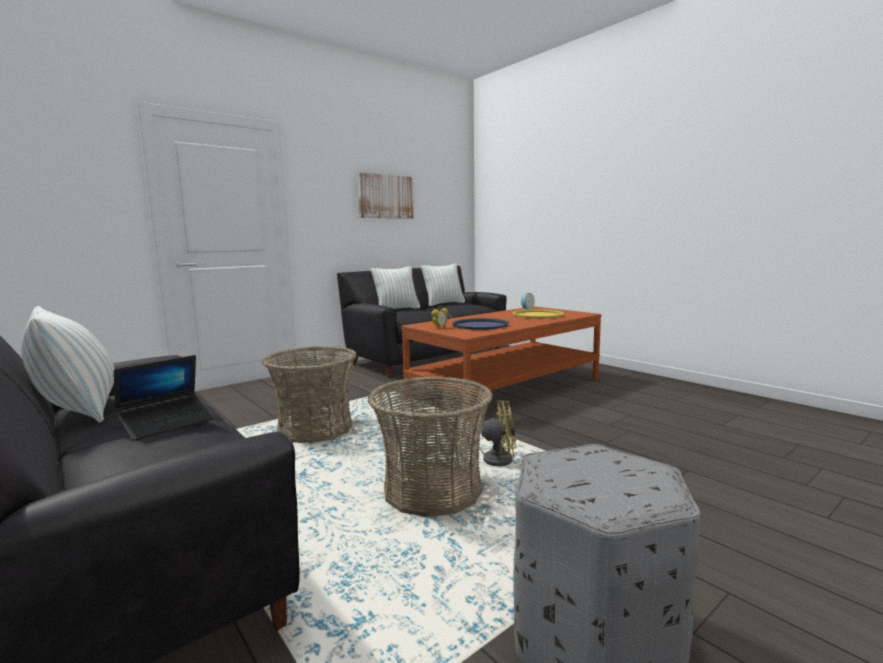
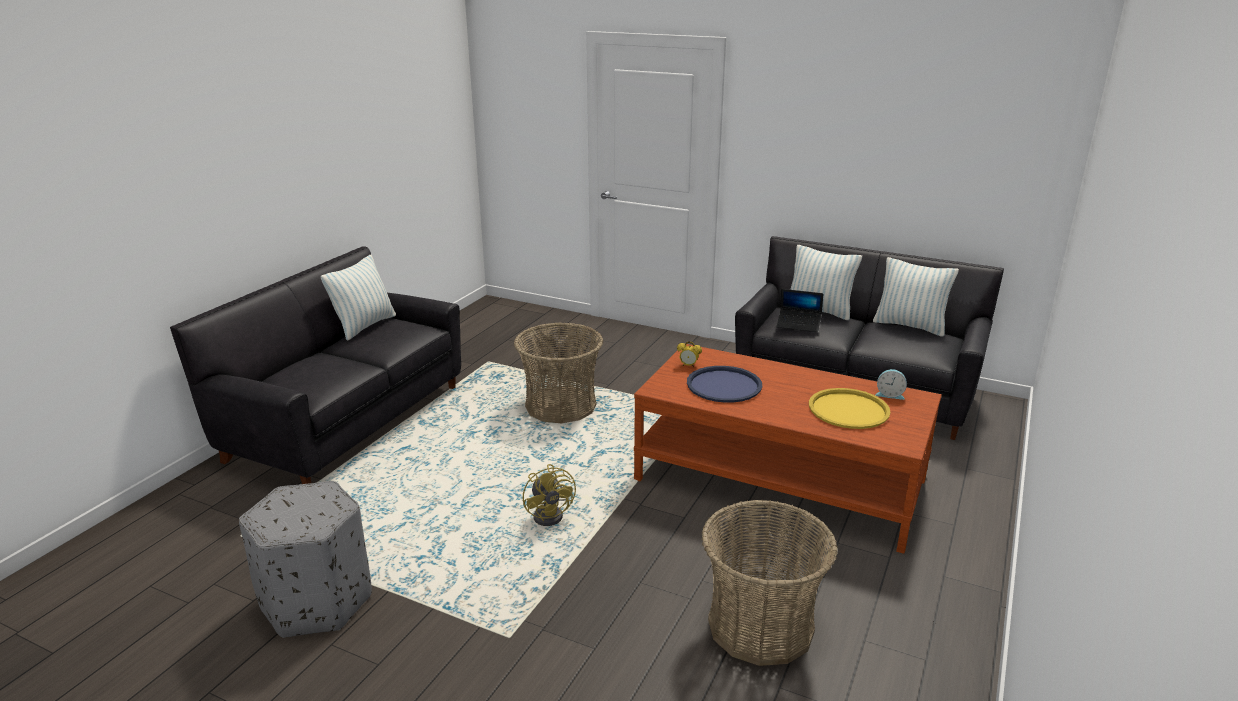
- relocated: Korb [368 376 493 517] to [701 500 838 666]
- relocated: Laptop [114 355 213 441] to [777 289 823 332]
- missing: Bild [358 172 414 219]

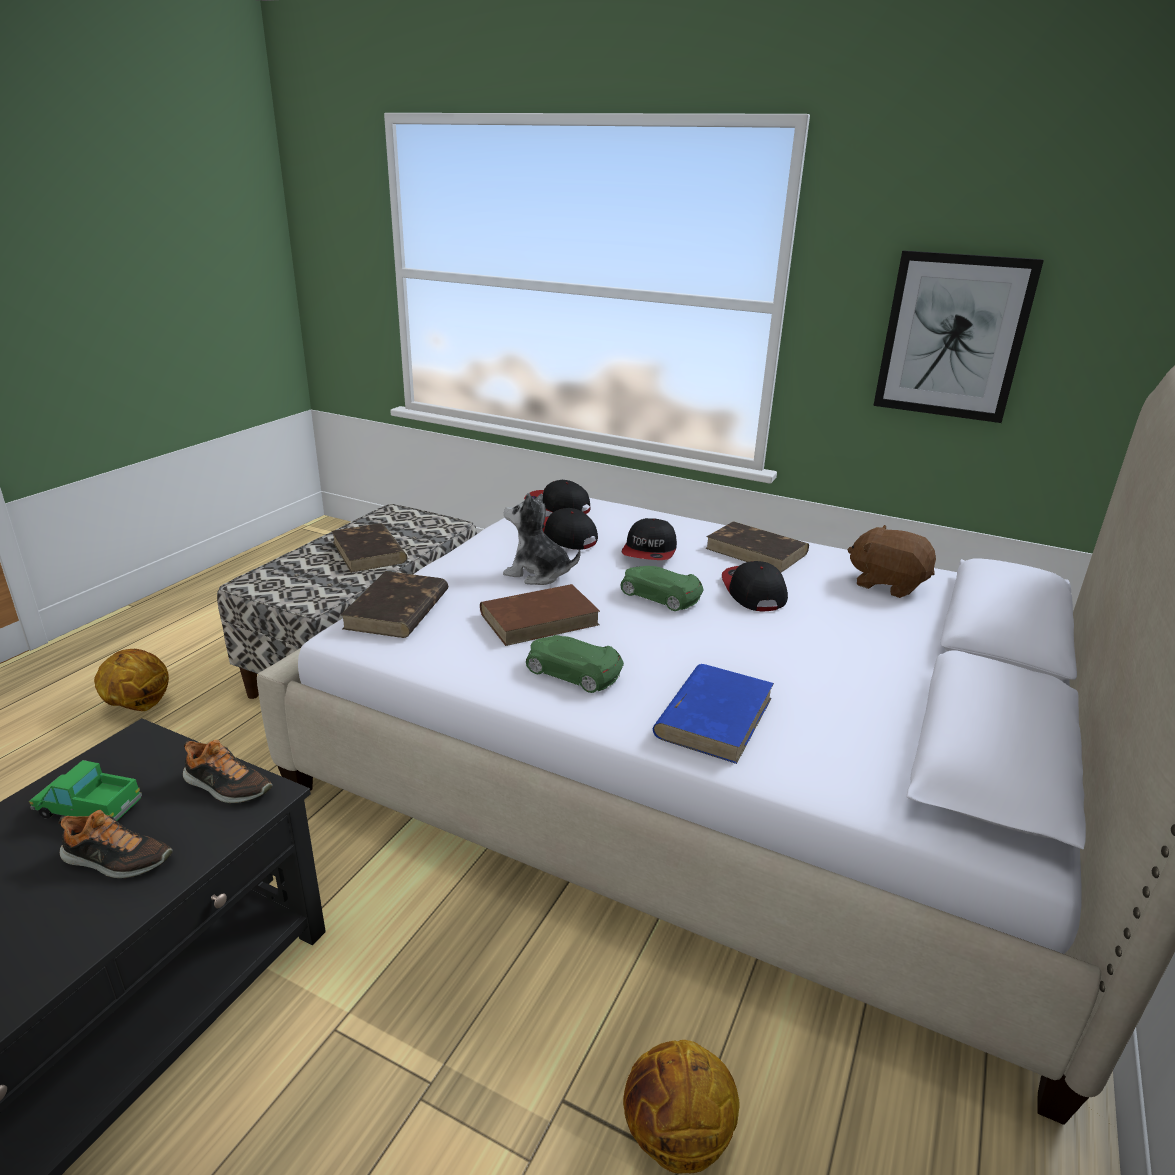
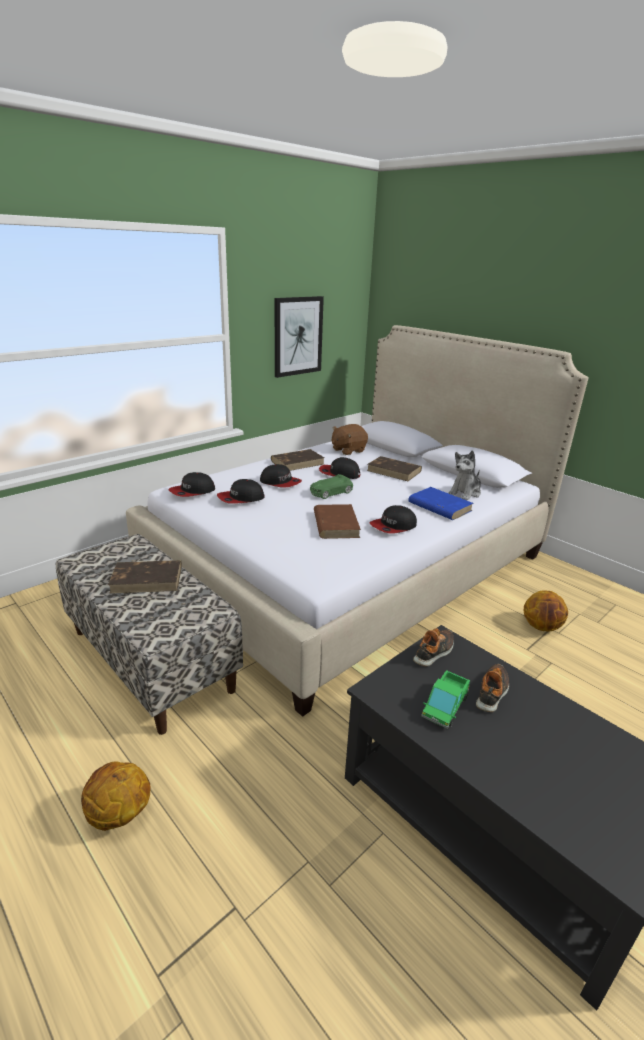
- relocated: Buch [braun] [341 571 448 638] to [367 456 422 481]
- exchanged: Spielzeugauto [grün] [526 635 624 693] to Kappe [370 505 417 534]
- relocated: Plüschtier [503 493 581 585] to [448 450 481 500]

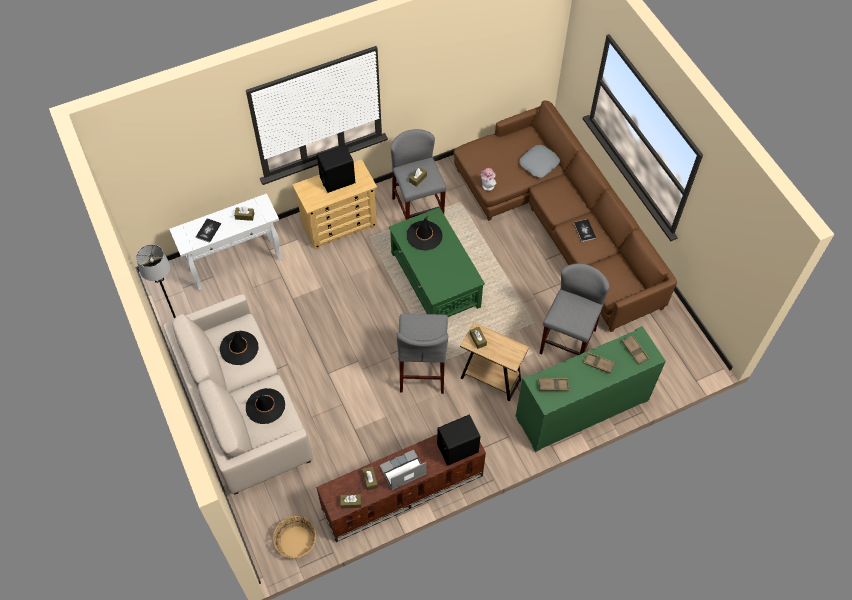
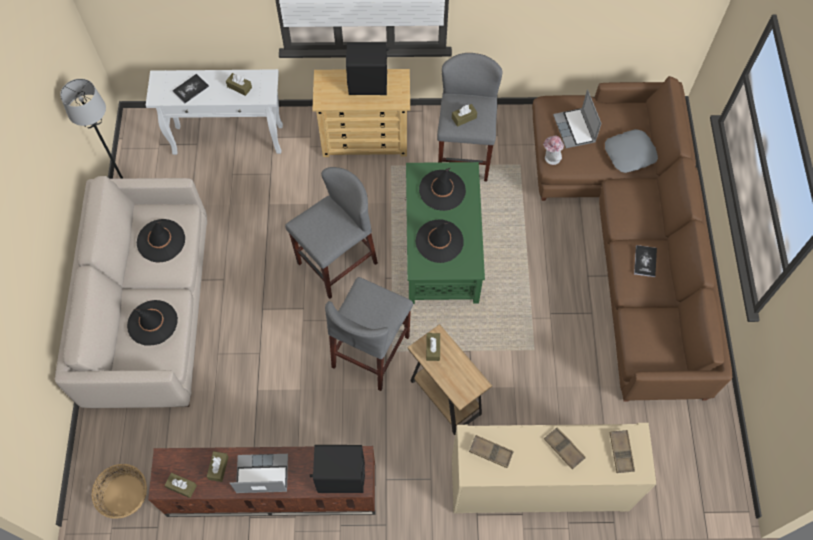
- relocated: Hocker [grau] [539 263 610 355] to [285 167 378 299]
- appeared: Hut [schwarz] [416 219 464 263]
- colour: Schrank [grün] [516 326 666 452] to Schrank [beige] [452 423 656 514]
- appeared: Laptop [553 90 602 148]

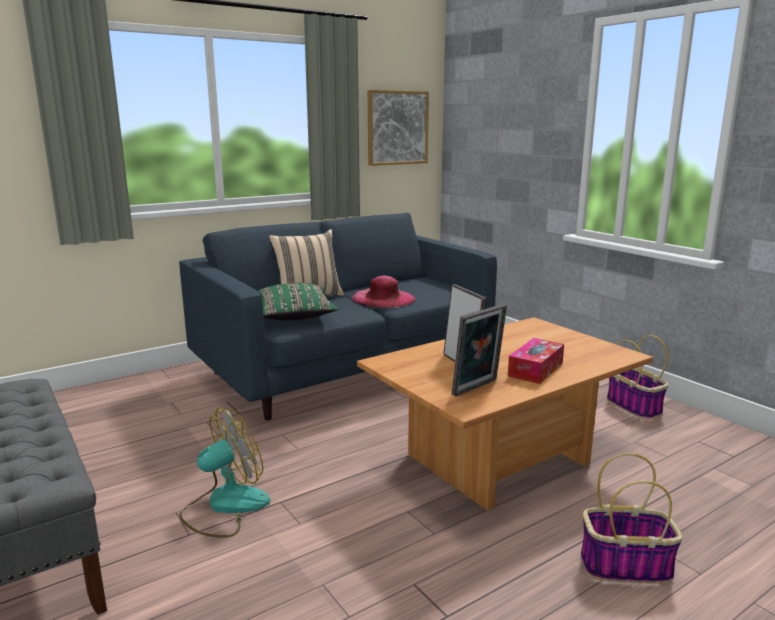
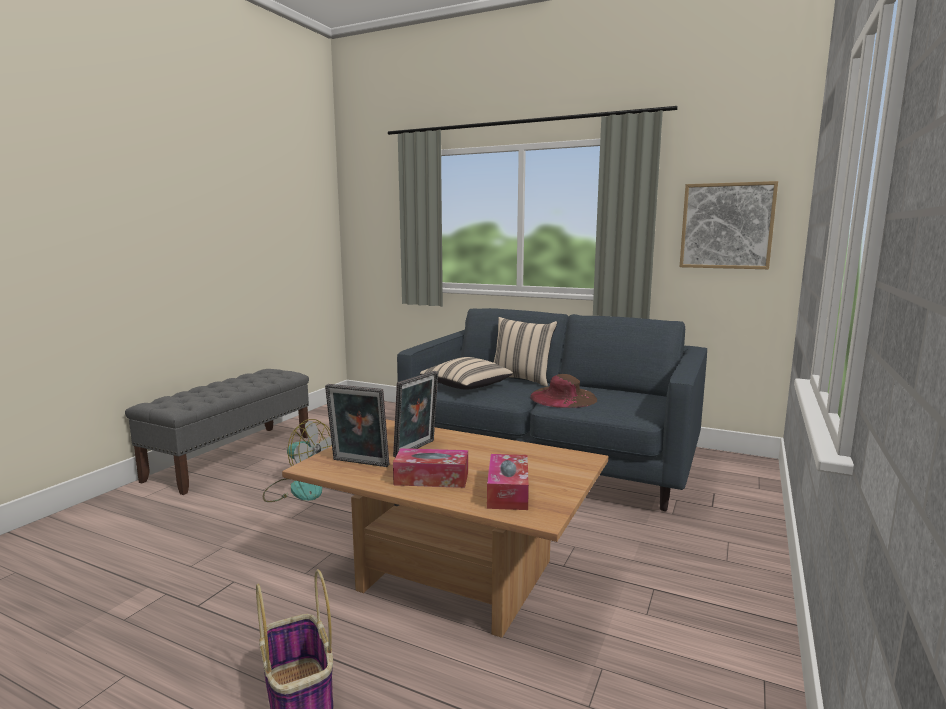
- colour: Kissen [grün] [258 283 339 320] to Kissen [beige] [420 357 513 389]
- appeared: Taschentuchbox [487 454 529 510]
- colour: Hut [rosa] [352 276 416 308] to Hut [braun] [530 374 597 408]
- missing: Korb [607 335 668 420]

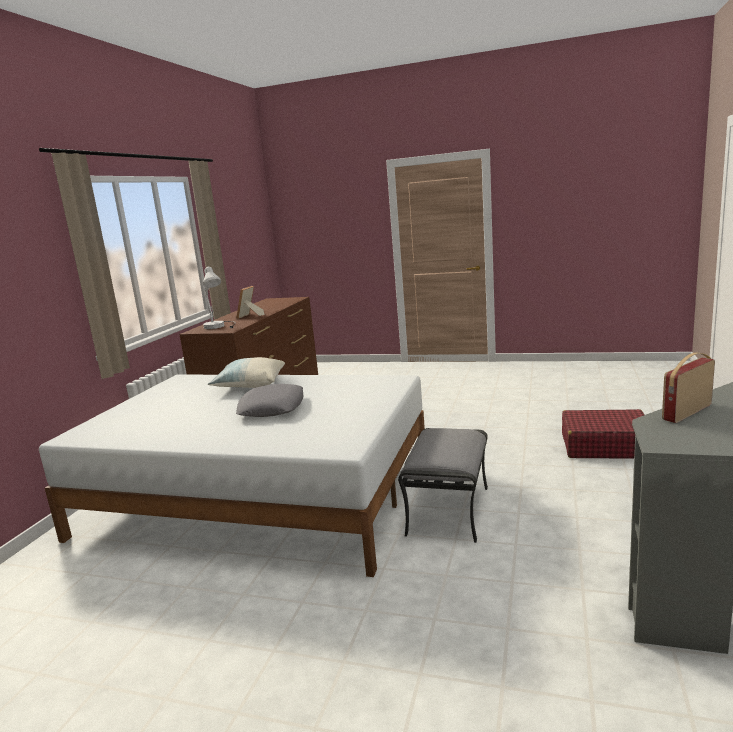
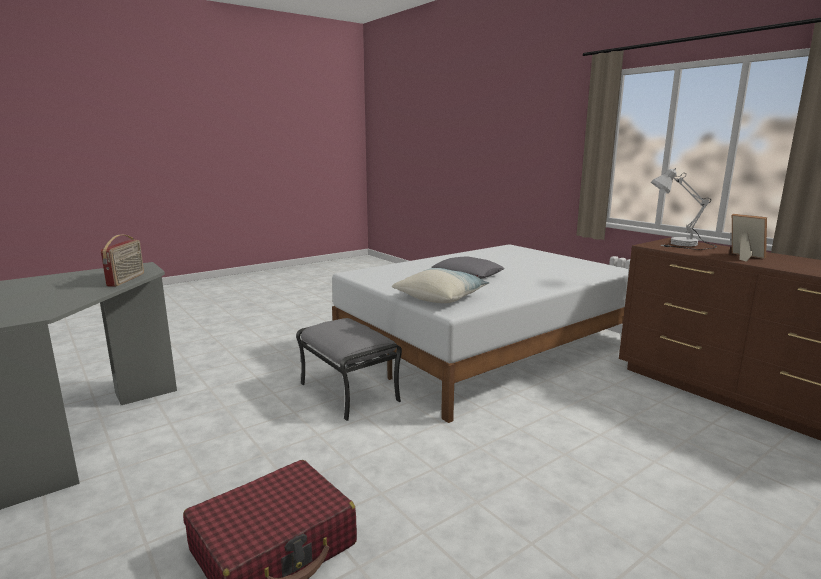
- relocated: Kissen [208 357 285 388] to [392 268 490 303]

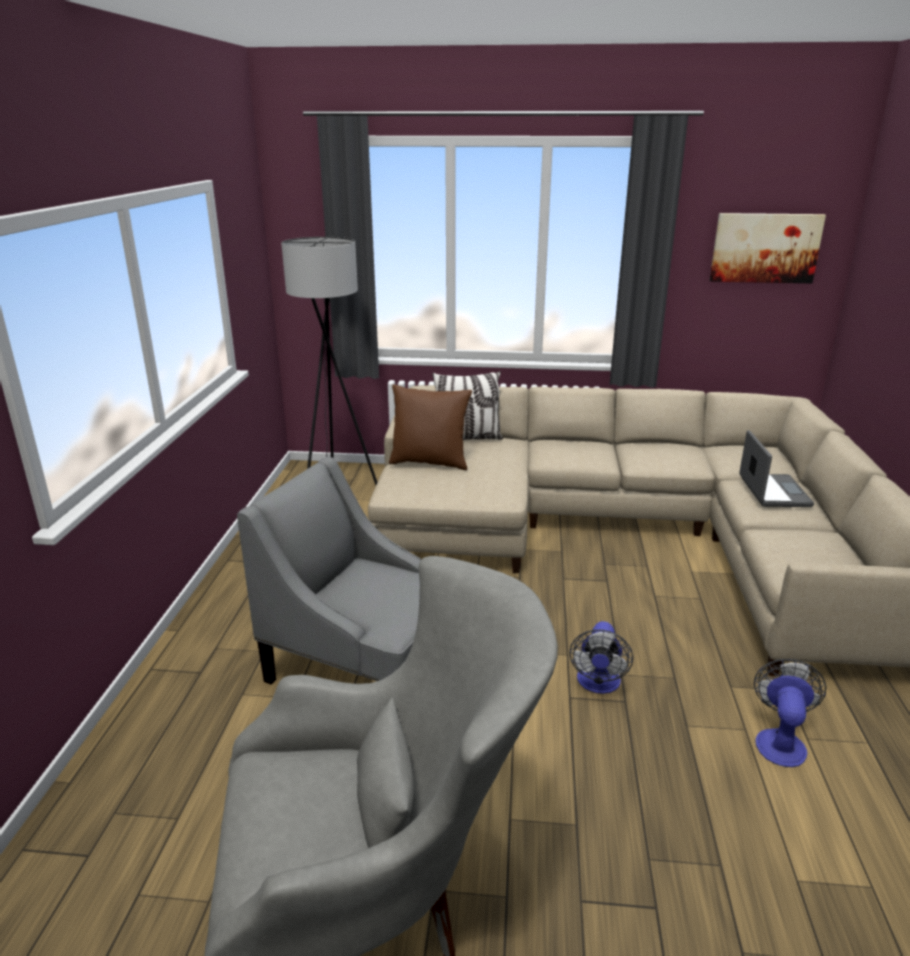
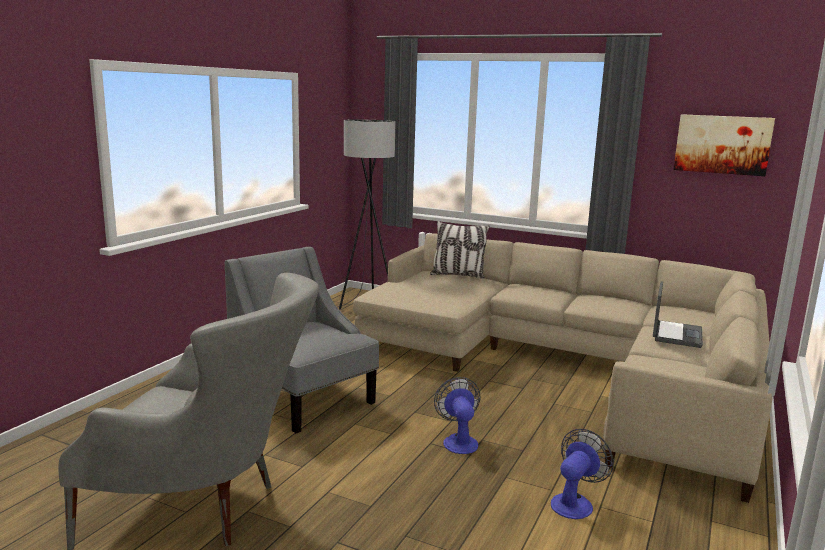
- spun: Ventilator [569 621 633 694] = [434 377 481 454] 135 degrees clockwise
- missing: Kissen [braun] [389 384 472 470]

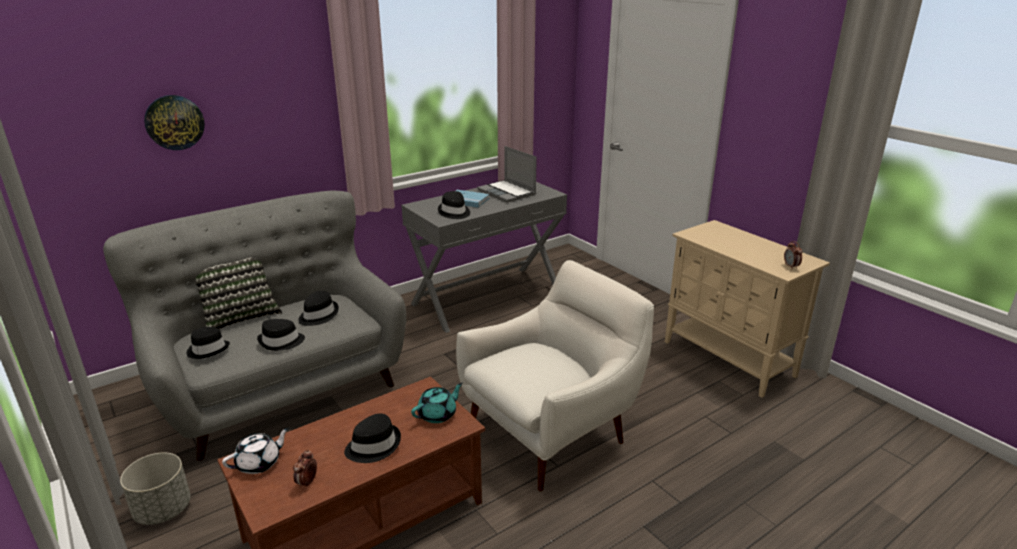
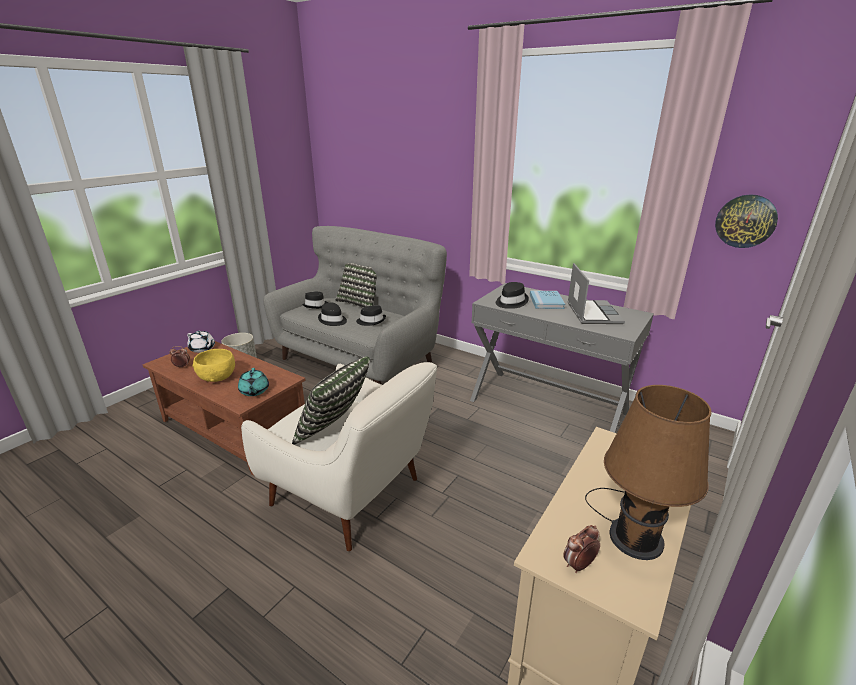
- exchanged: Hut [schwarz] [344 413 401 463] to Schüssel [gelb] [193 349 235 382]
- spun: Teekanne [türkis] [411 383 463 423] = [238 368 269 396] 45 degrees clockwise
- appeared: Kissen [292 357 370 445]
- spun: Laptop [477 146 537 203] = [567 263 625 324] 150 degrees clockwise
- appeared: Tischlampe [braun] [585 385 711 560]
- relocated: Wanduhr [144 95 205 150] to [715 194 778 248]

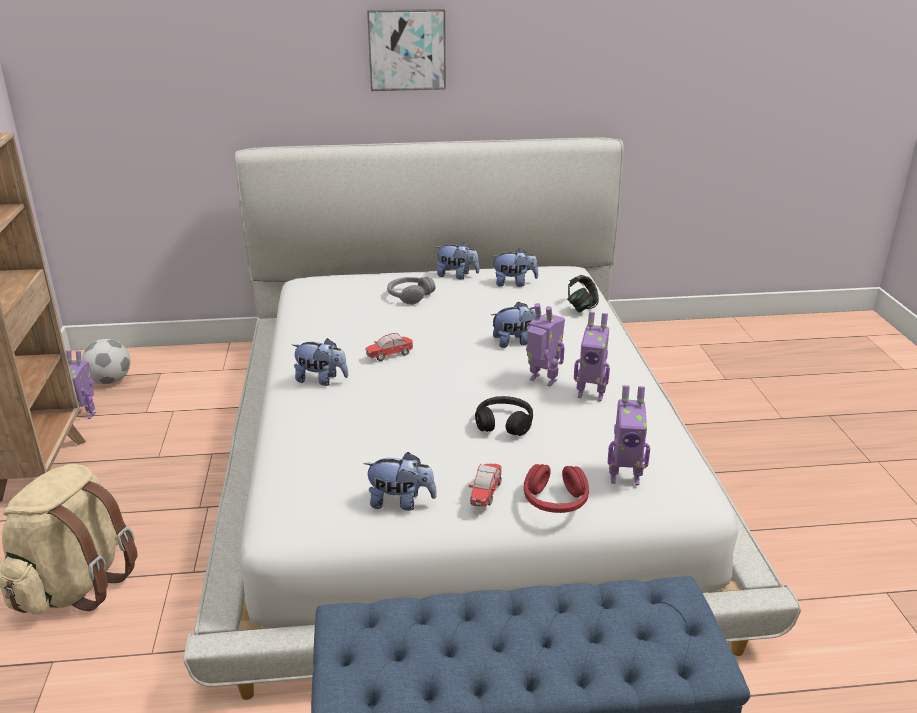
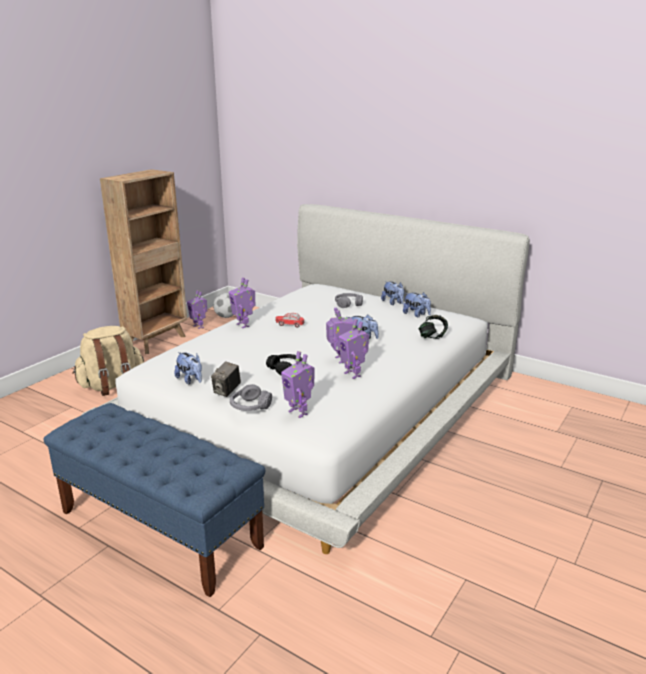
- exchanged: Spielzeugauto [469 464 502 507] to Kamera [211 361 241 397]
- exchanged: Plüschtier [292 338 348 386] to Spielzeugroboter [229 277 255 328]
- colour: Kopfhörer [rot] [524 464 589 513] to Kopfhörer [grau] [230 384 272 411]
- missing: Bild [367 9 446 91]

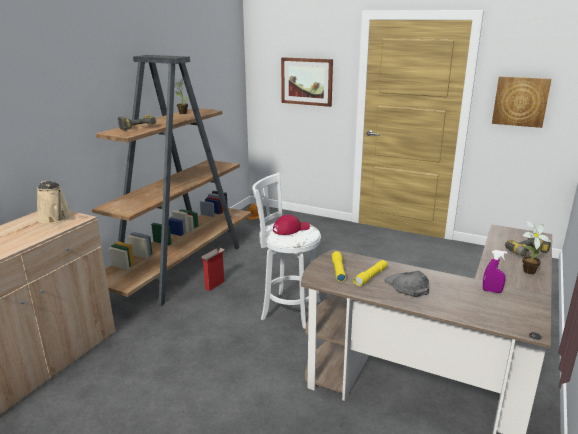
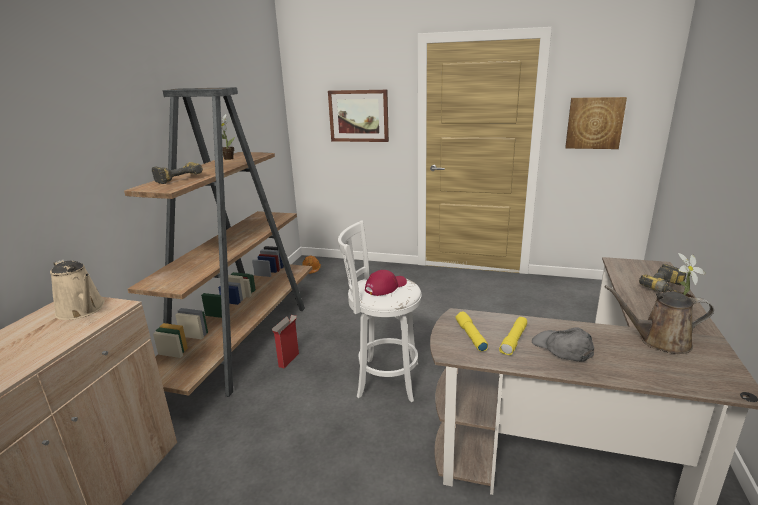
- exchanged: Sprühflasche [lila] [483 250 507 293] to Gießkanne [braun] [605 285 714 354]

